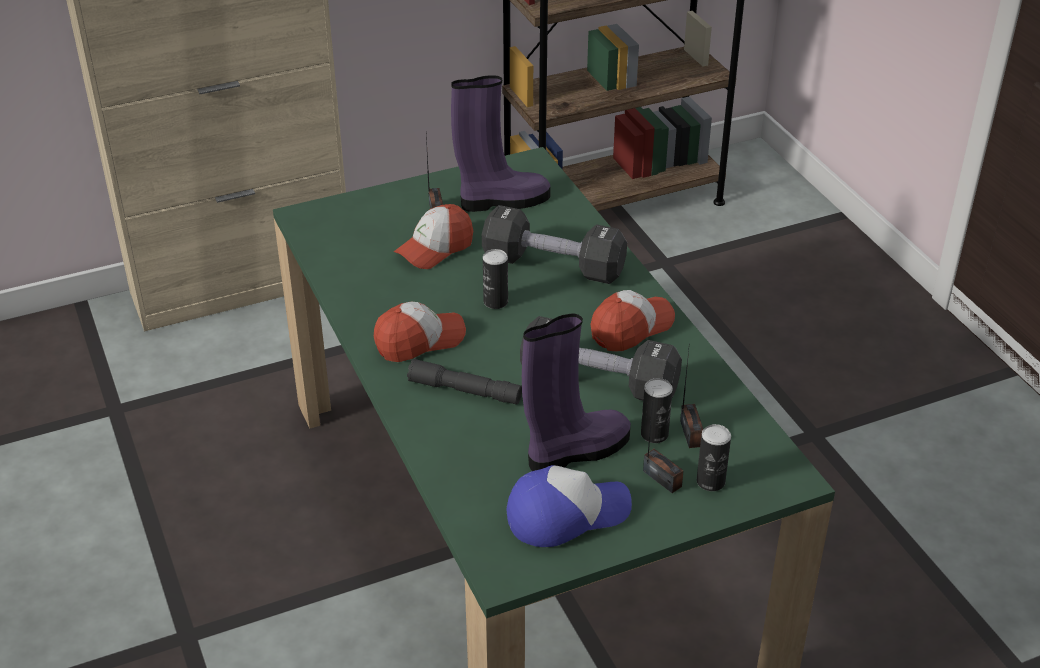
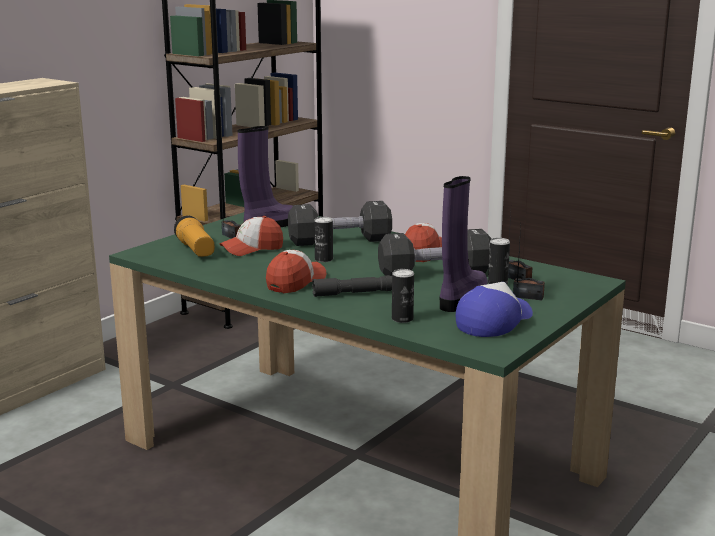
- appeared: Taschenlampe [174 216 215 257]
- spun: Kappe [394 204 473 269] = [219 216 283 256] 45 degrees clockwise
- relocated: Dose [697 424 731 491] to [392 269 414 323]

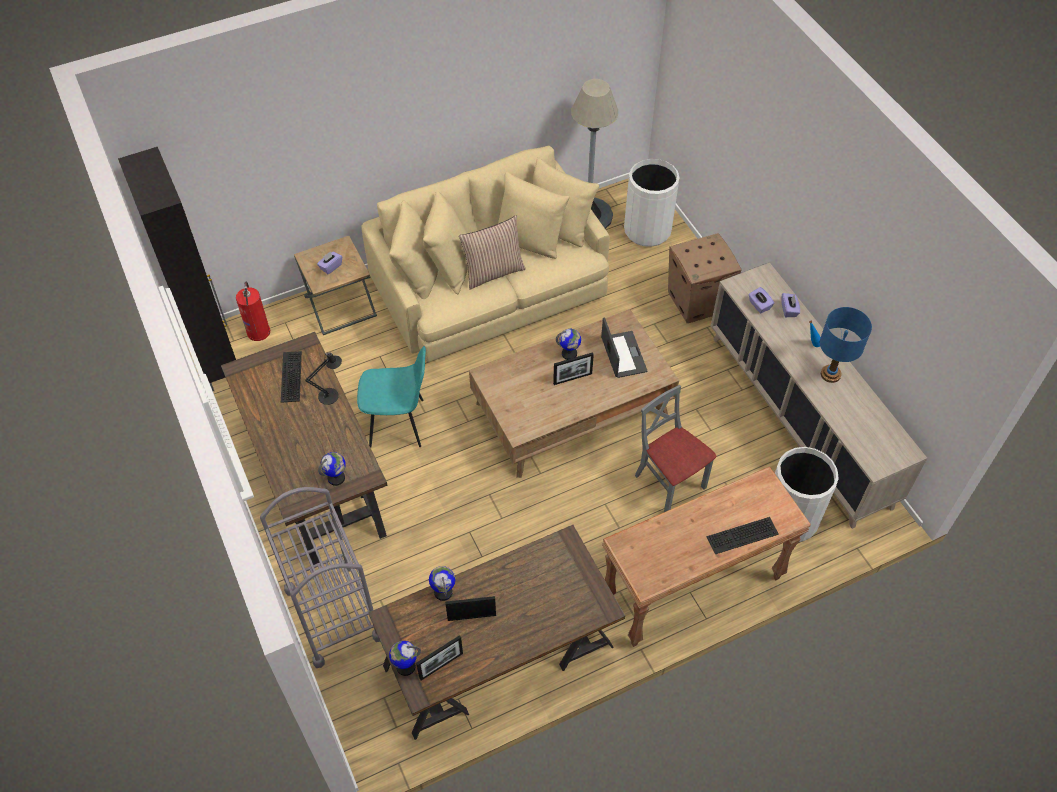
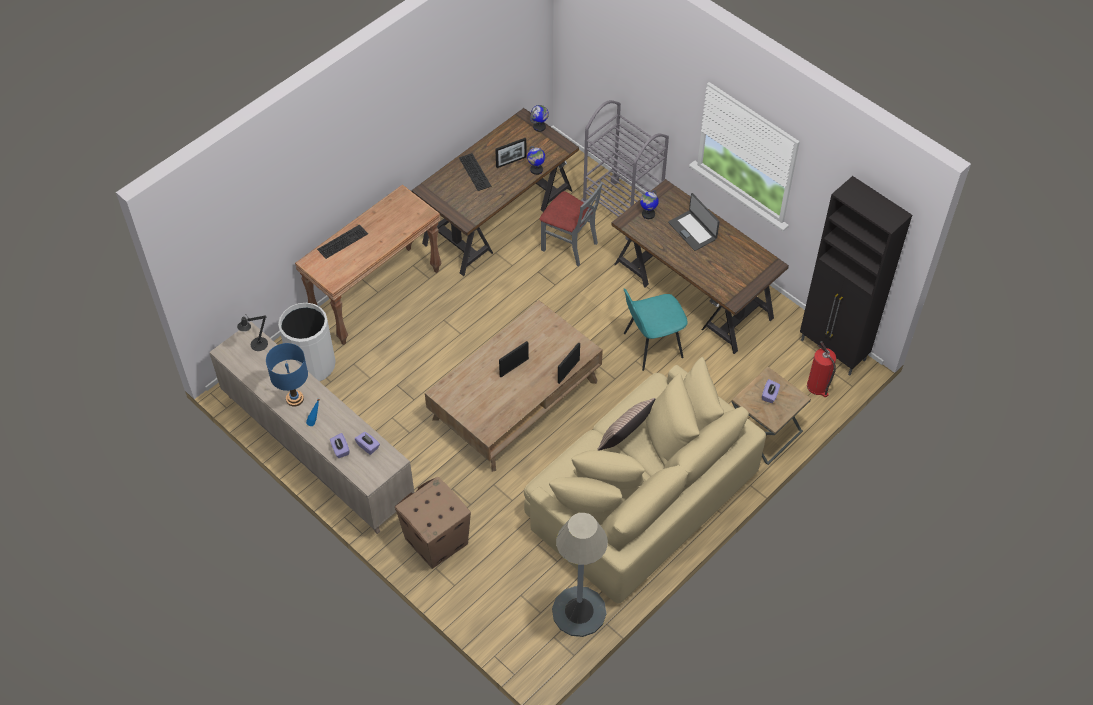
- relocated: Tischlampe [schwarz] [305 352 342 405] to [237 314 268 351]
- relocated: Tastatur [281 351 302 403] to [459 153 491 191]
- relocated: Stuhl [grau] [635 385 717 512] to [539 182 603 266]
- relocated: Bilderrahmen [416 635 463 680] to [558 342 580 384]
- relocated: Laptop [601 317 647 378] to [668 193 720 251]
- missing: Globus [556 329 581 360]
- missing: Mülleimer [weiß] [624 159 680 247]

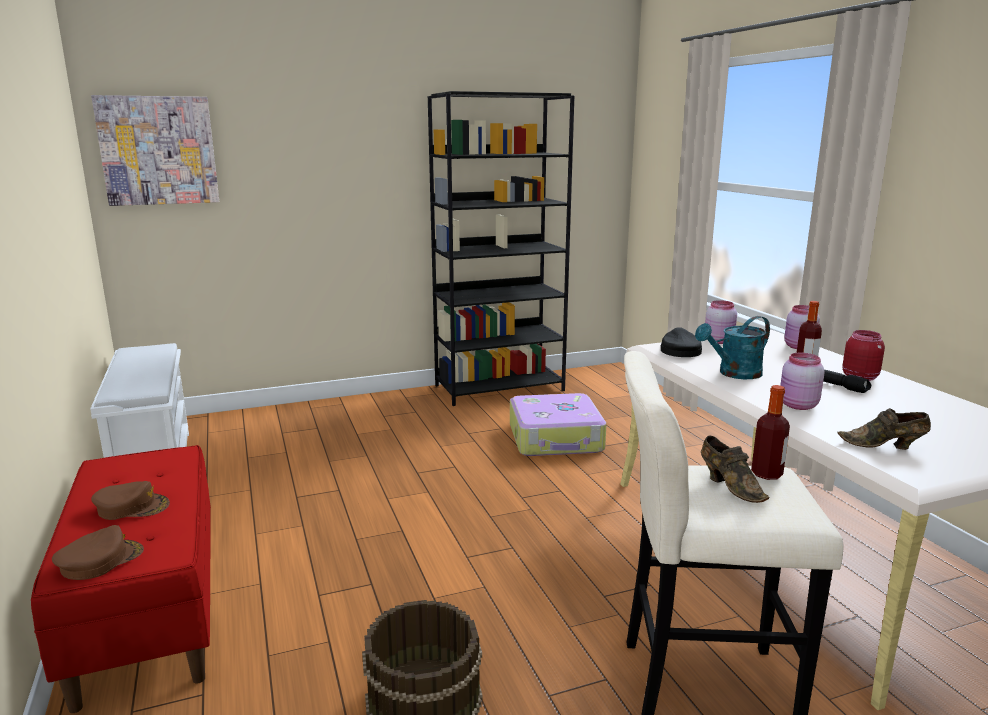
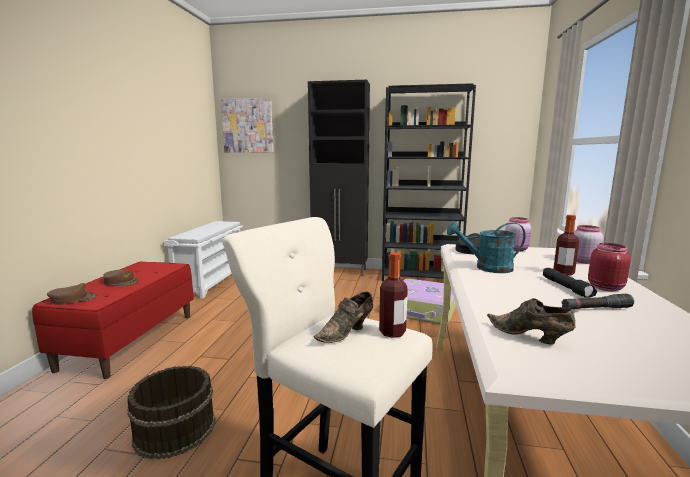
- appeared: Schrank [schwarz] [308 80 370 276]
- spun: Schuh [braun] [701 436 769 503] = [314 292 373 343] 45 degrees clockwise
- appeared: Taschenlampe [schwarz] [561 294 634 309]
- missing: Vorratsglas [rosa] [780 353 824 410]

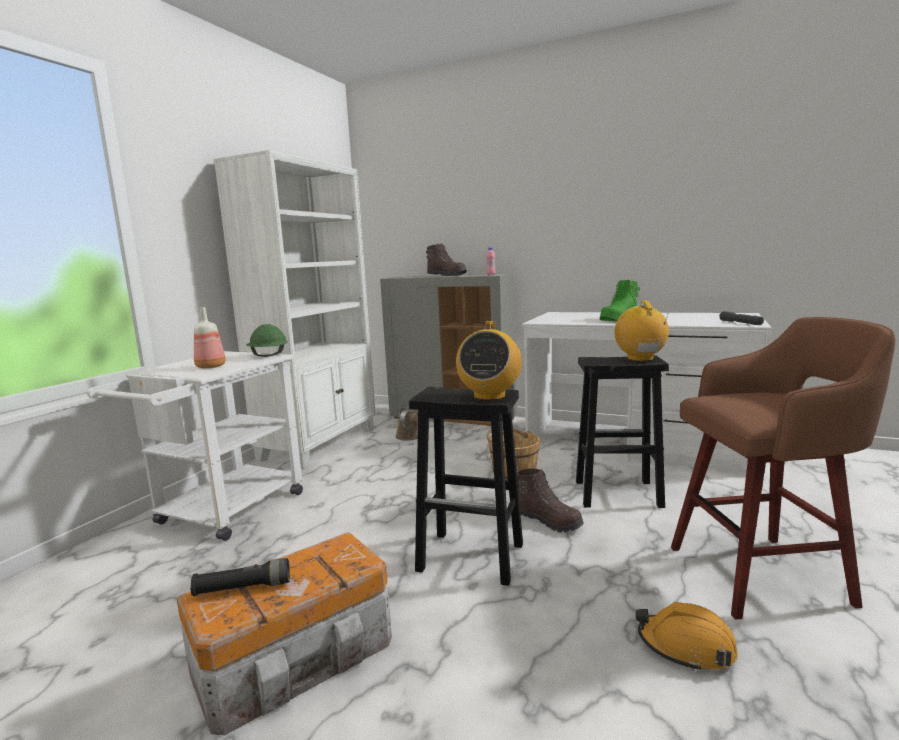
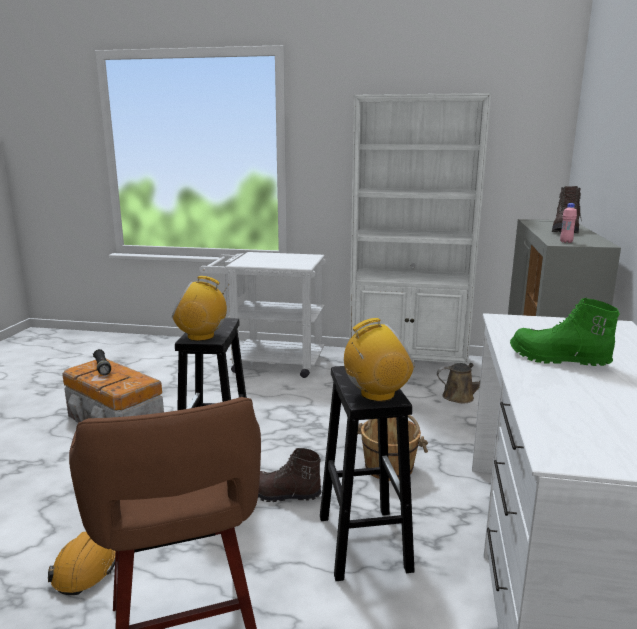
- spun: Stiefel [braun] [517 469 584 533] = [258 448 322 502] 75 degrees clockwise
- missing: Flasche [194 307 226 369]
- missing: Schutzhelm [grün] [246 324 288 357]
- missing: Taschenlampe [grau] [719 311 764 325]

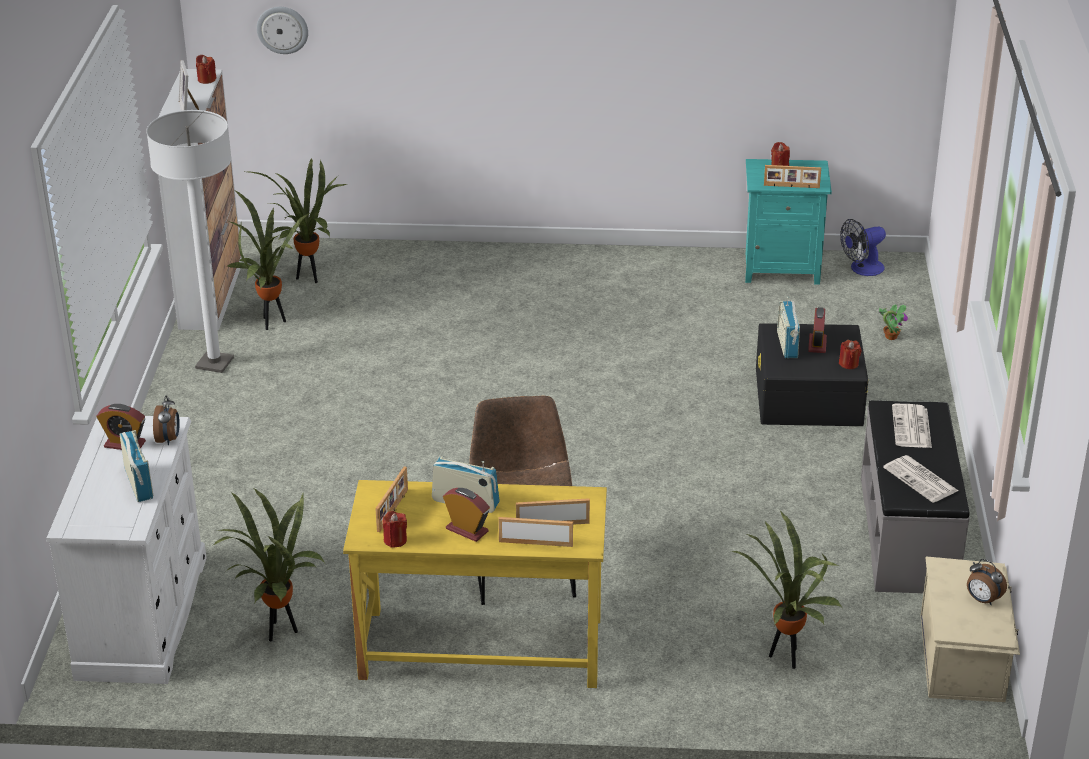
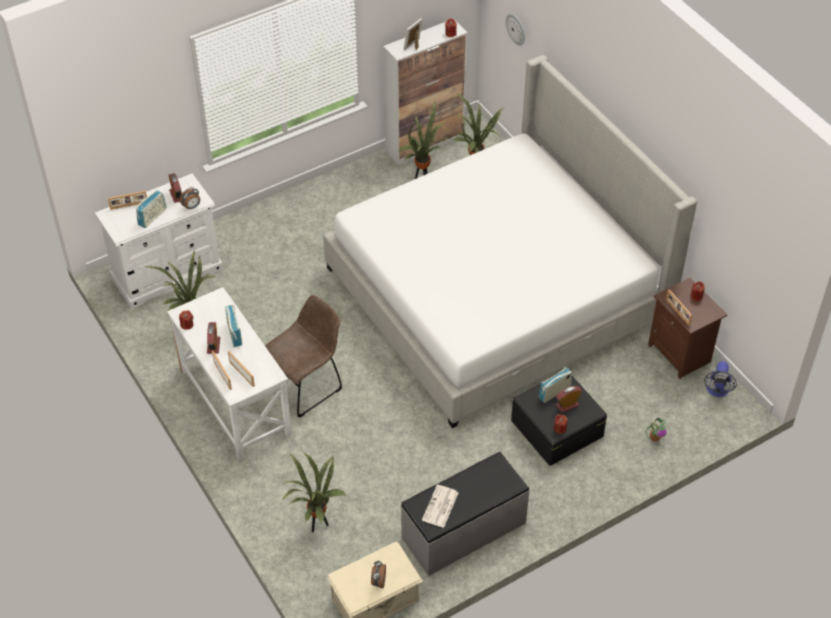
- relocated: Bilderrahmen [375 466 408 532] to [108 191 147 210]
- colour: Schreibtisch [gelb] [343 480 607 688] to Schreibtisch [weiß] [167 287 292 461]
- appeared: Bett [323 55 697 428]
- colour: Nachttisch [türkis] [745 159 832 285] to Nachttisch [braun] [648 278 727 379]
- spun: Ventilator [840 219 886 276] = [704 361 737 397] 105 degrees counterclockwise
- missing: Stehlampe [weiß] [146 110 234 373]
- missing: Zeitung [892 404 932 448]

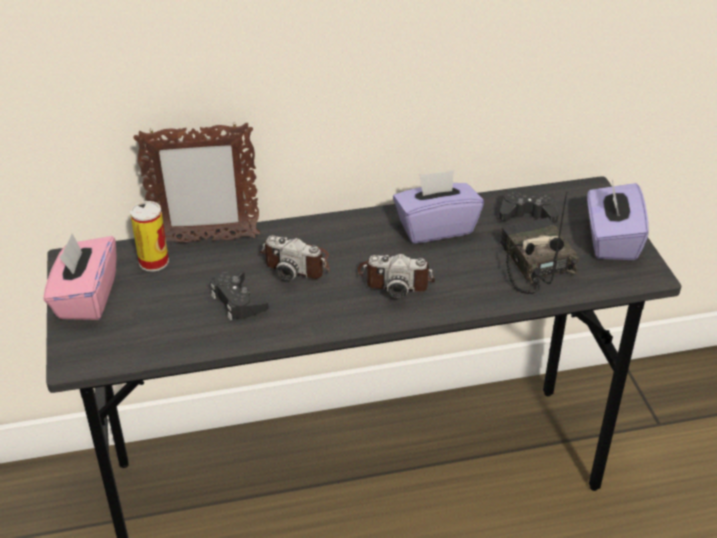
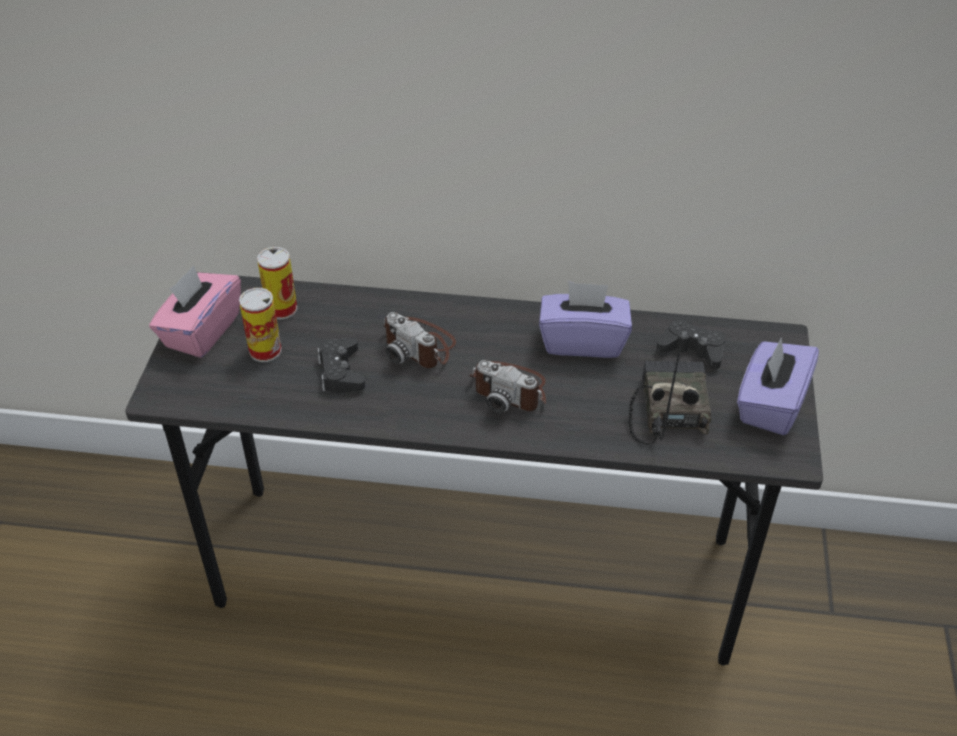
- appeared: Dose [239 288 282 362]
- missing: Bilderrahmen [133 122 260 243]

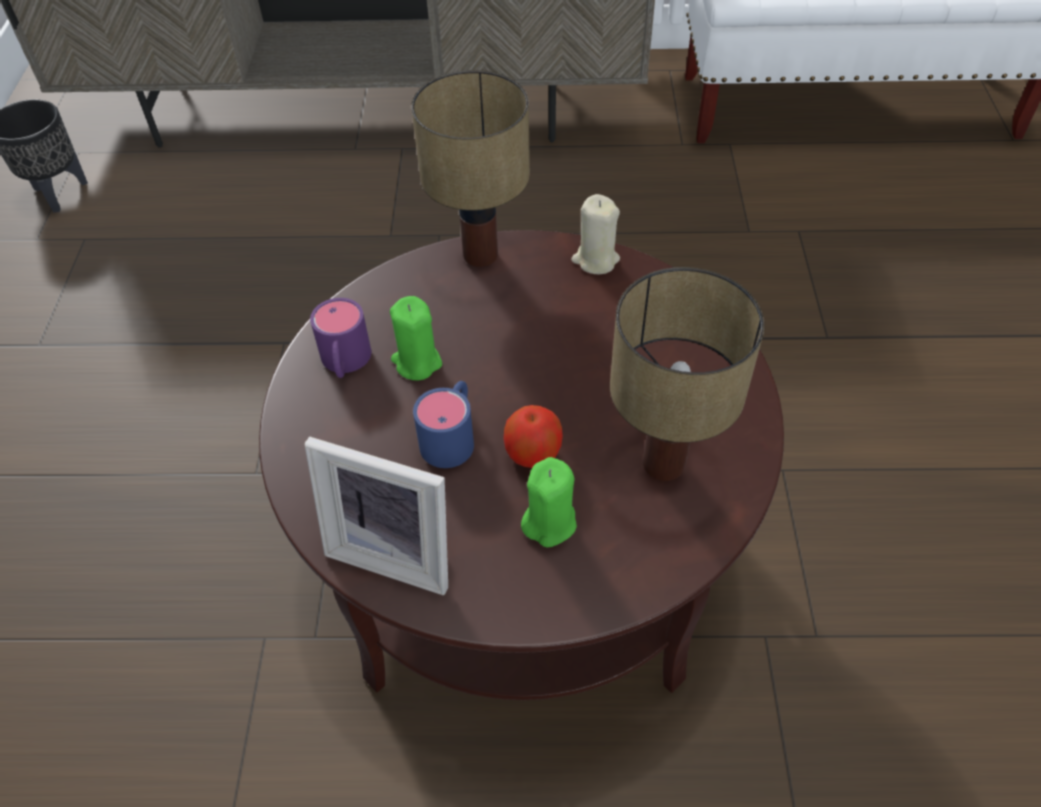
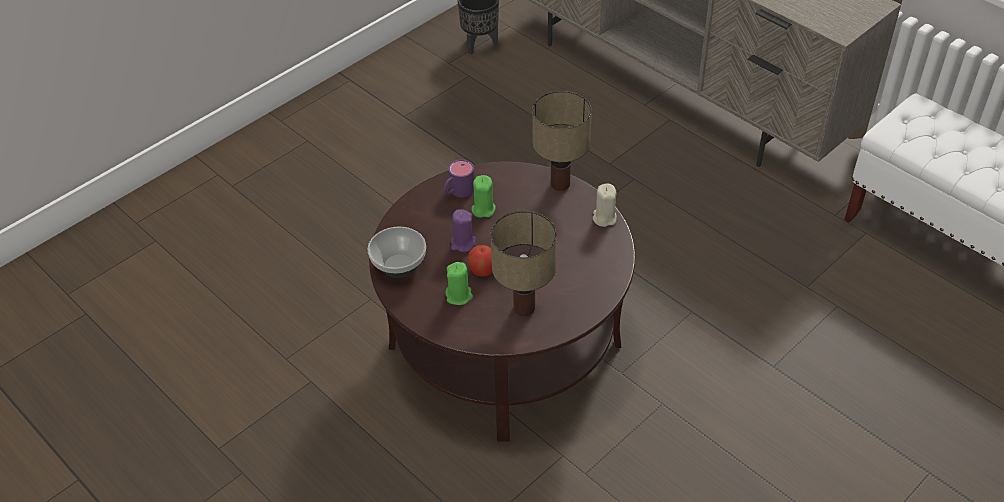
- exchanged: Bilderrahmen [304 437 448 595] to Schüssel [368 227 426 278]
- exchanged: Henkelbecher [blau] [413 381 474 468] to Kerze [lila] [451 209 476 252]

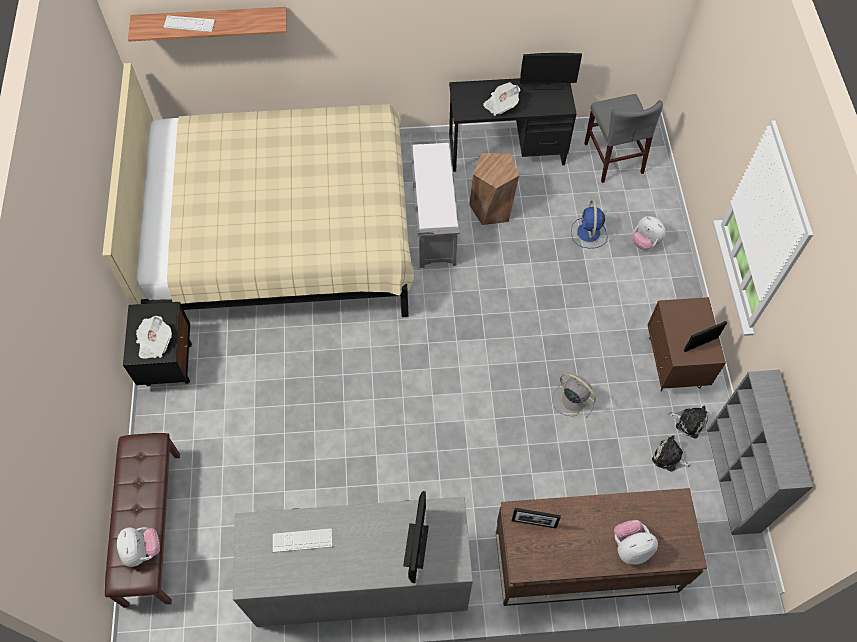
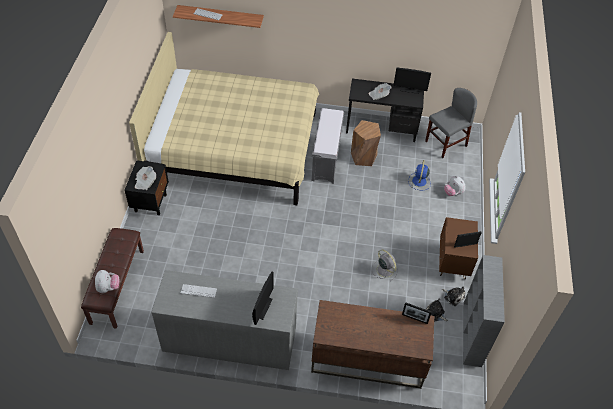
- relocated: Bilderrahmen [512 508 561 528] to [402 302 432 324]
- spun: Stuhl [grau] [584 94 663 183] = [425 88 477 158] 120 degrees counterclockwise
- missing: Plüschtier [614 520 658 565]

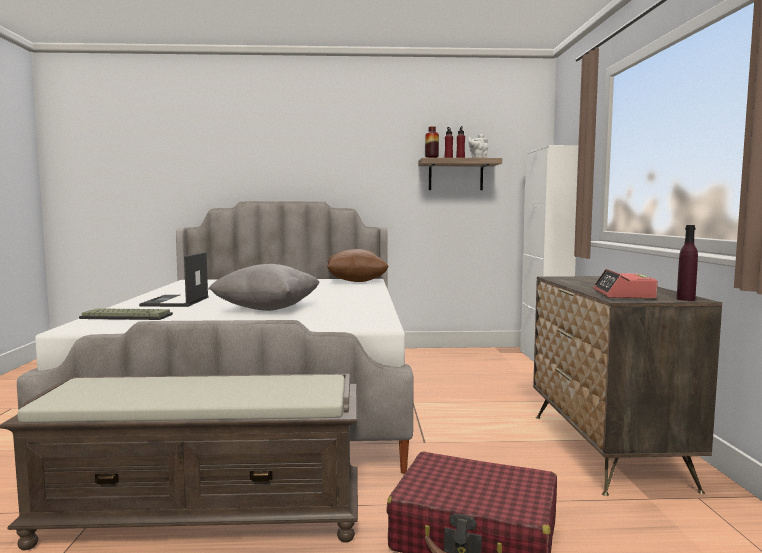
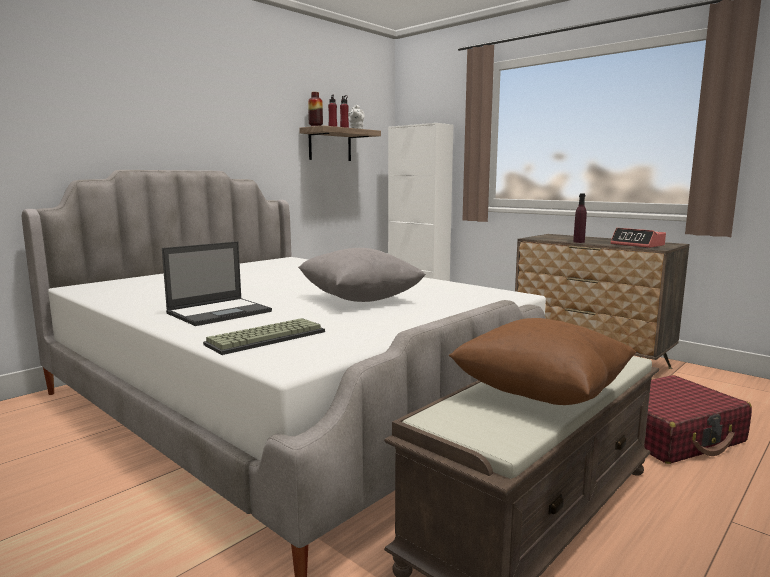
- spun: Laptop [139 252 209 307] = [162 241 272 326] 90 degrees counterclockwise
- relocated: Kissen [braun] [326 249 389 282] to [449 318 636 405]
- relocated: Flasche [lila] [677 225 698 301] to [573 193 587 243]

